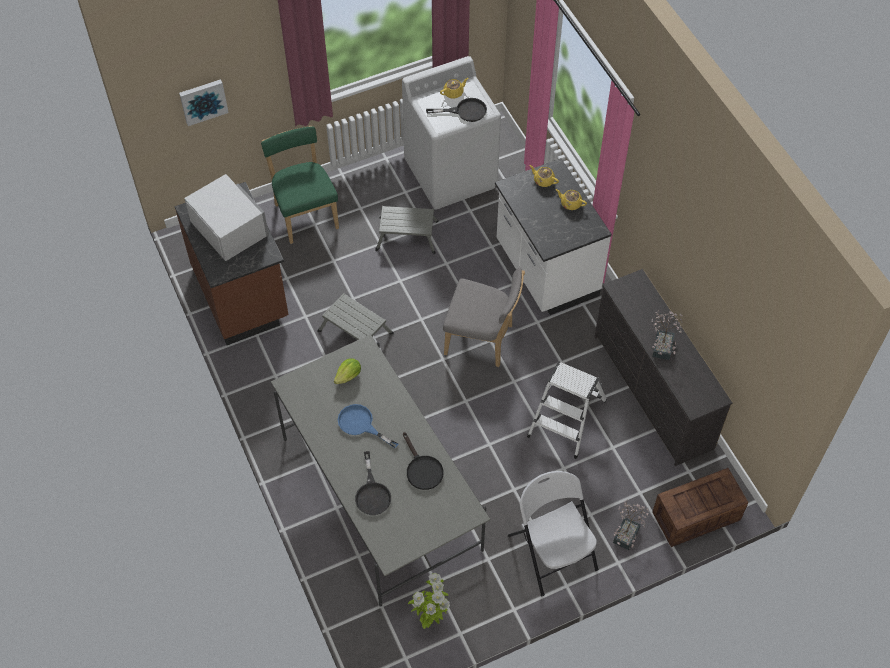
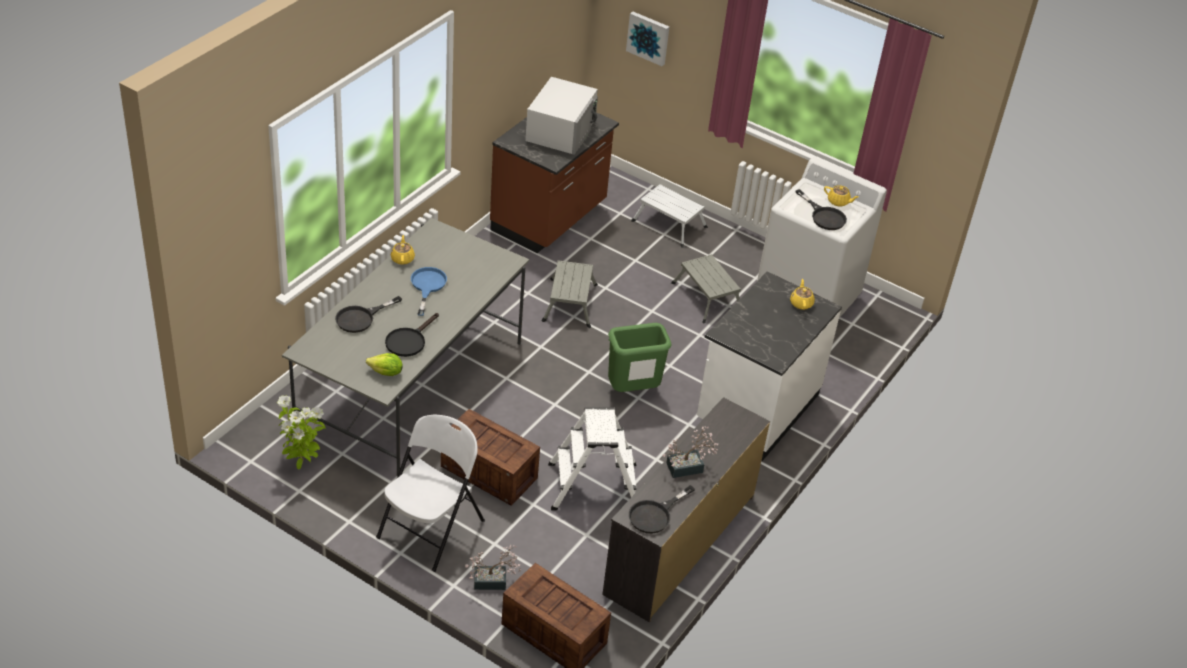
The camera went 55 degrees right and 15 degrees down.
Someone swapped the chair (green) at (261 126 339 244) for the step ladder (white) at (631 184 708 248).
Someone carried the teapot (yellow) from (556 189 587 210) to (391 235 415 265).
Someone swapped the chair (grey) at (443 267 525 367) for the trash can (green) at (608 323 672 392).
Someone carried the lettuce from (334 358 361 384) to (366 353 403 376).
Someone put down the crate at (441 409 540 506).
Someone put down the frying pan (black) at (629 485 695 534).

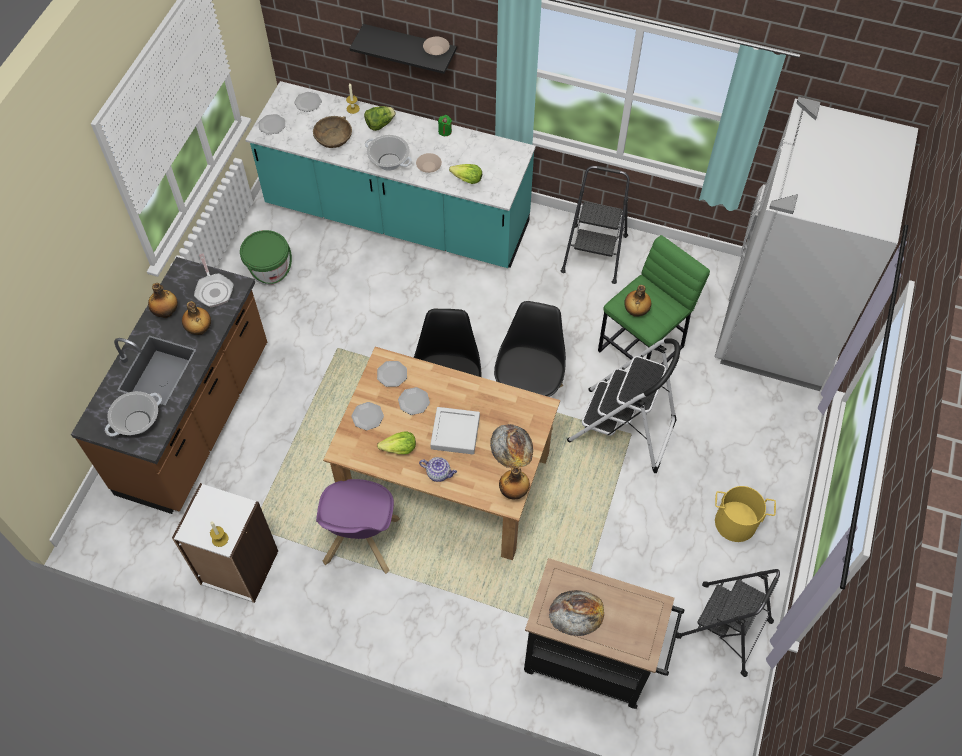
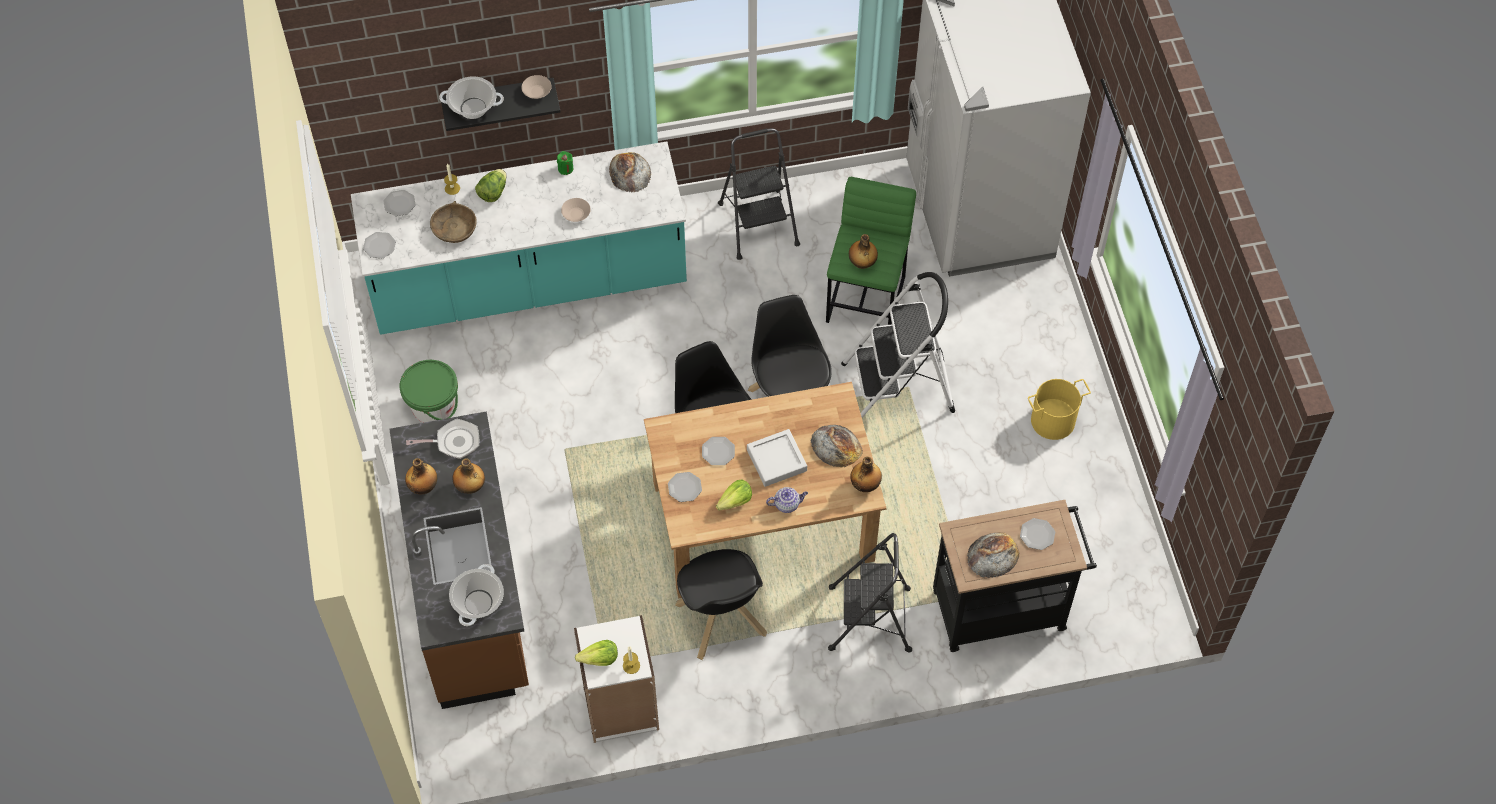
The camera went 30 degrees left and 0 degrees up.
Someone carried the cooking pot from (365 135 412 171) to (439 76 504 119).
Someone carried the lettuce from (449 164 482 184) to (575 640 618 666).
Someone rotated the frying pan at (194 253 234 308) by 45 degrees counterclockwise.
Someone carried the plate from (377 361 407 387) to (1020 518 1055 550).
Someone repainted the chair (purple) at (316 479 400 574), which became the chair (black) at (675 549 767 660).
Someone carried the step ladder (black) from (676 569 780 677) to (828 533 912 653).
Someone put down the bread at (609 152 651 193).

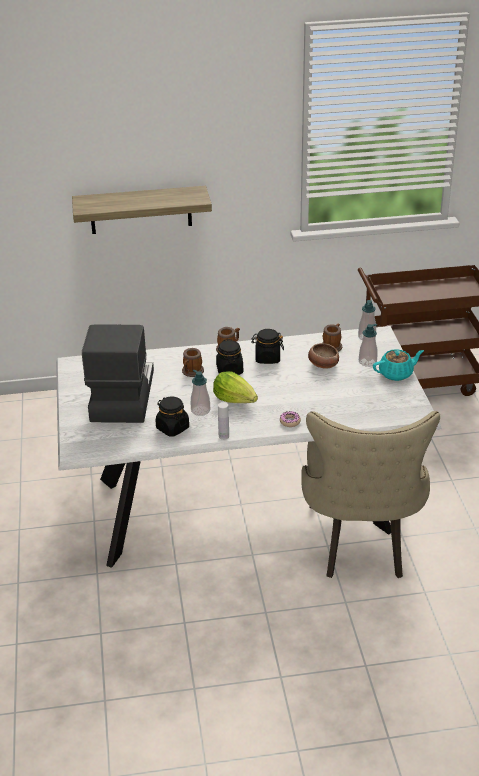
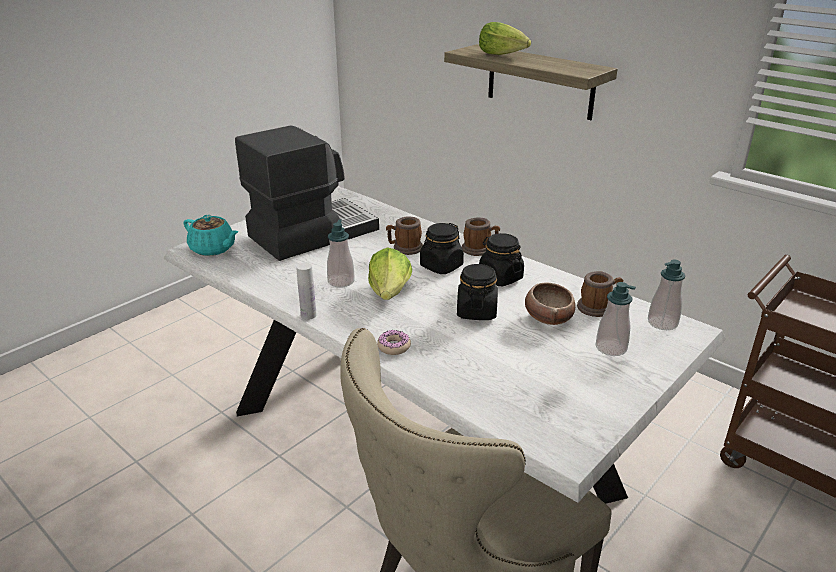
The camera went 50 degrees right and 5 degrees down.
Someone carried the teapot (turquoise) from (373 349 424 381) to (183 215 238 256).
Someone carried the jar (black) from (156 397 189 437) to (457 264 498 320).
Someone put down the lettuce at (479 22 531 55).

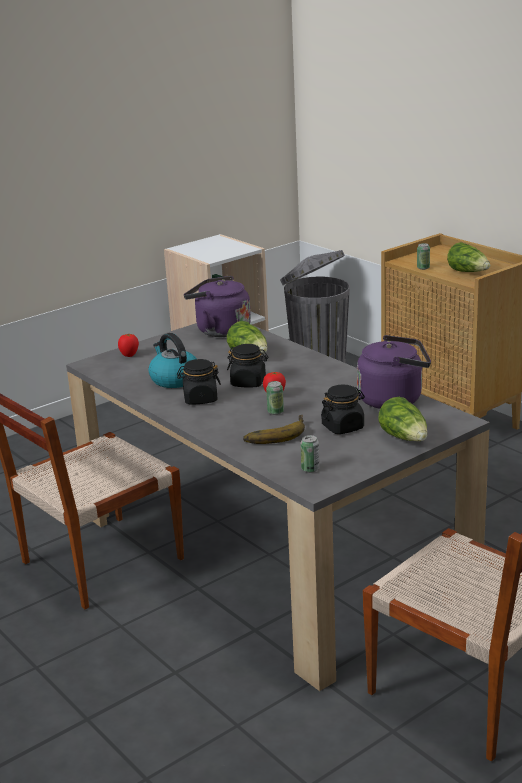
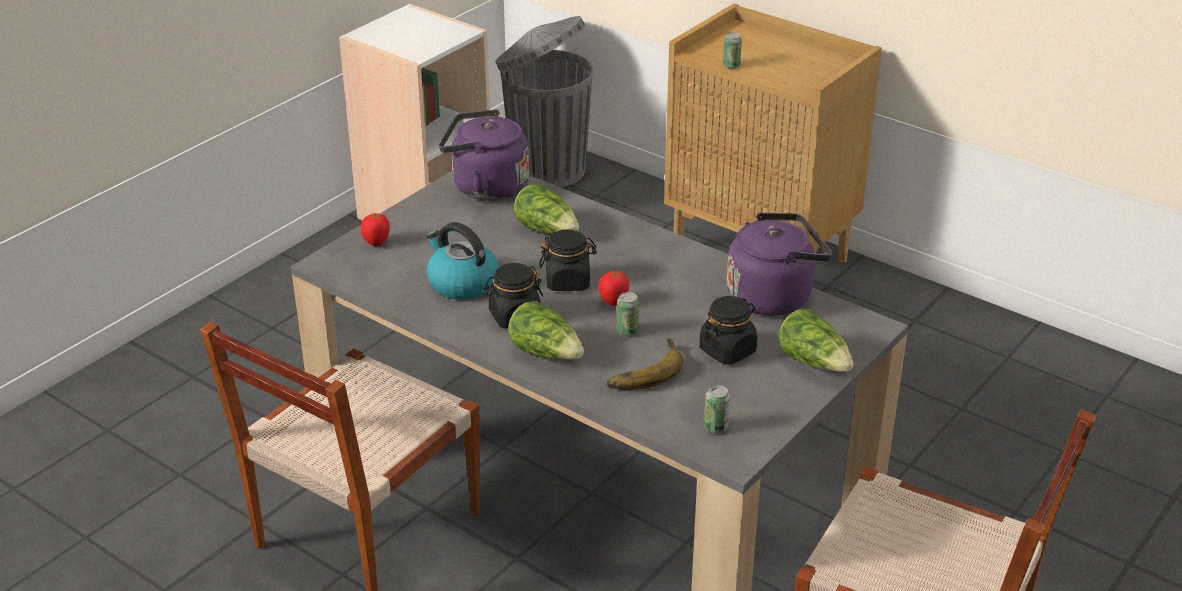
The camera went 15 degrees left and 10 degrees up.
Someone carried the lettuce from (447 242 490 272) to (508 301 584 359).

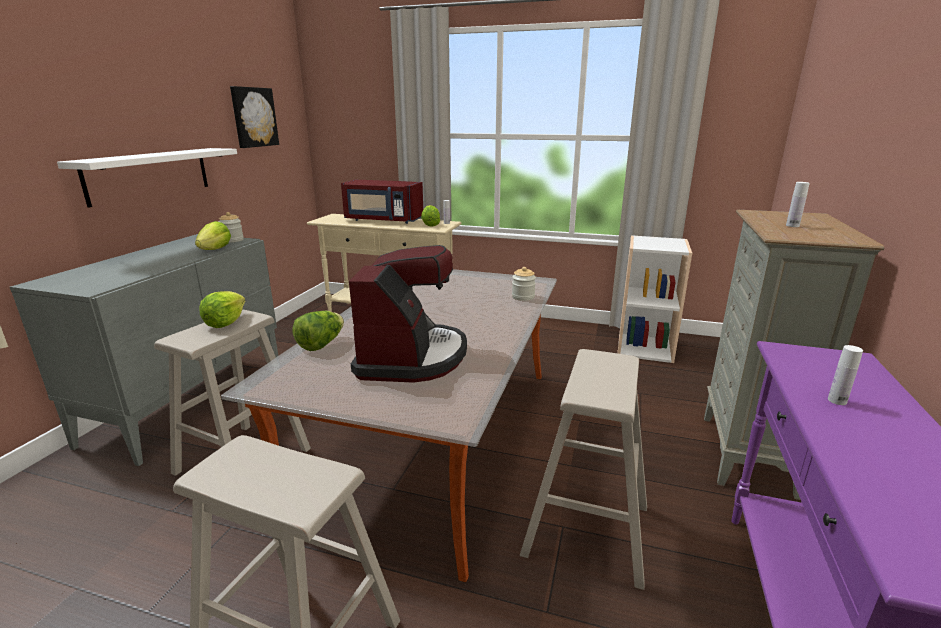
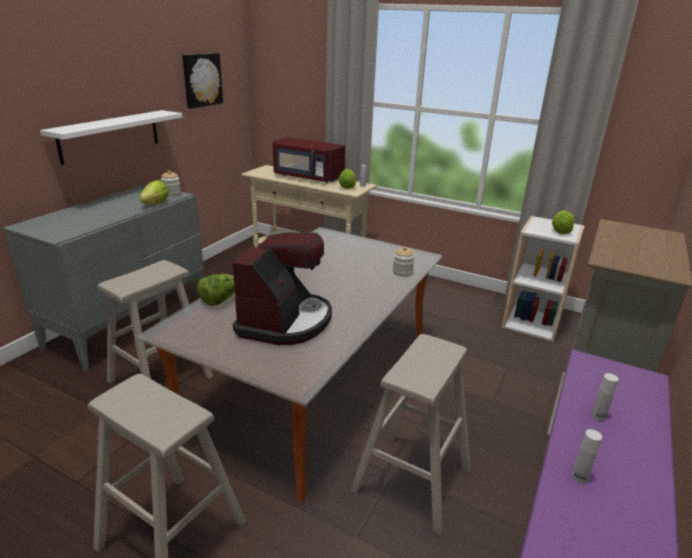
The camera went 10 degrees right and 5 degrees up.
Someone carried the bottle (white) from (786 182 810 227) to (572 429 602 483).
Someone carried the lettuce from (200 291 245 328) to (552 211 574 234).

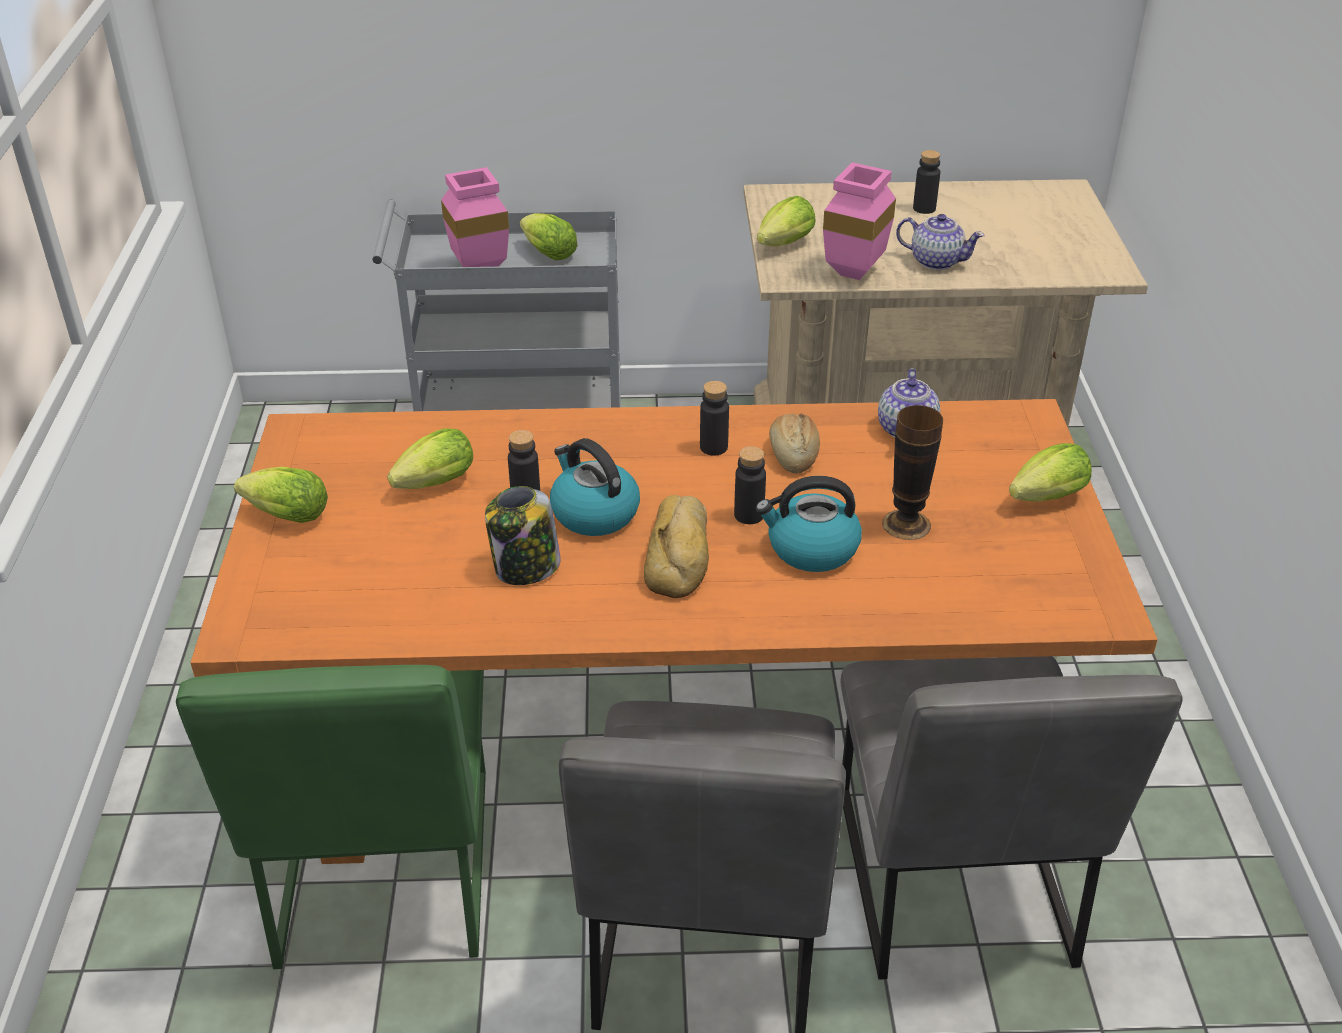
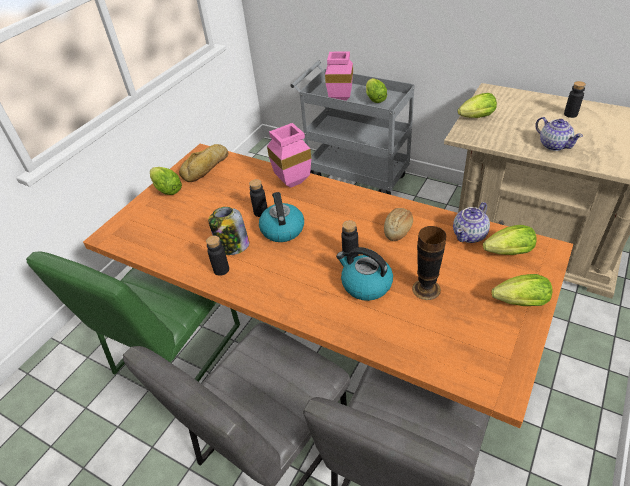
The camera went 35 degrees right and 5 degrees up.
Someone carried the vase (pink) from (823 162 896 280) to (267 123 311 188).
Someone carried the bottle (black) from (700 381 729 455) to (206 236 229 276).
Someone carried the lettuce from (387 428 473 489) to (483 225 537 255).
Someone carried the bread from (644 495 709 598) to (179 144 228 182).

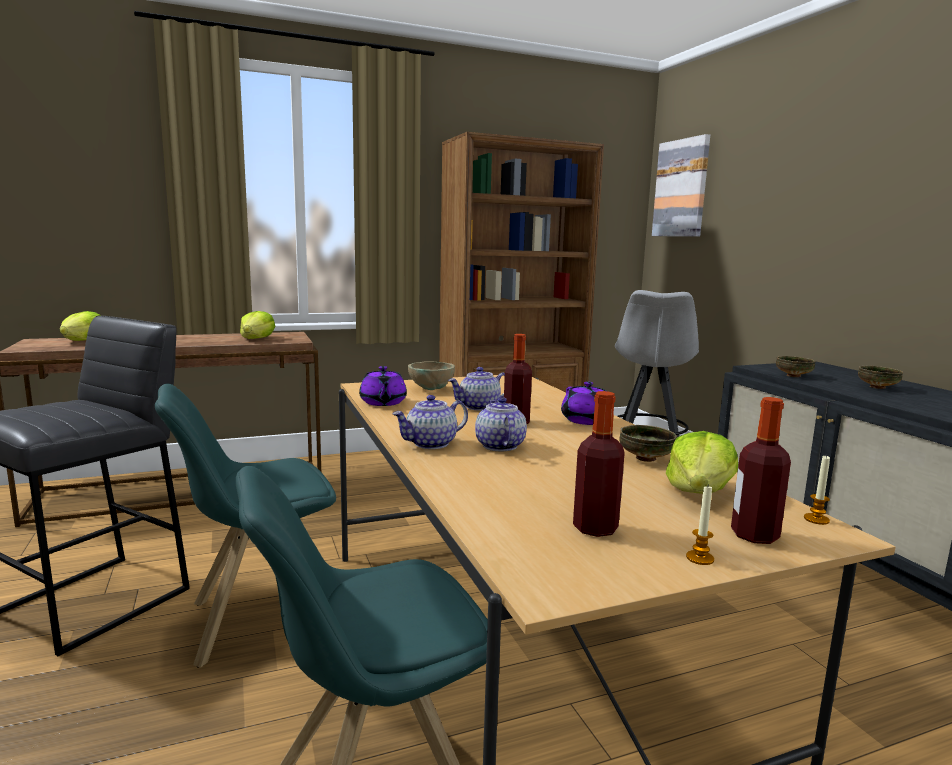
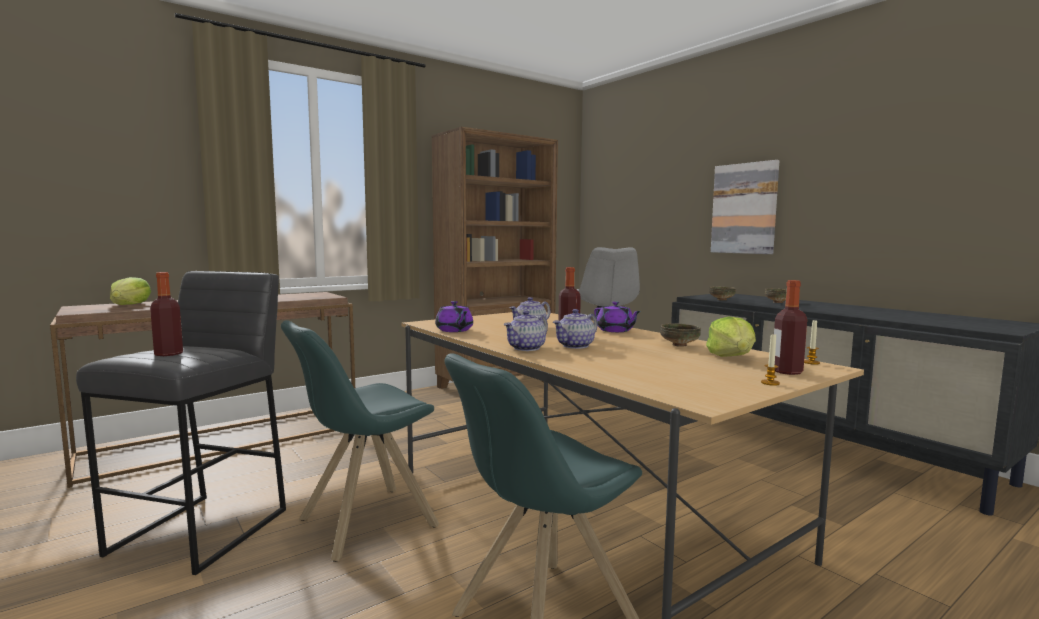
The camera went 15 degrees left and 5 degrees down.
Someone carried the picture from (652 134 710 237) to (711 160 779 254).
Someone took away the lettuce at (240 311 275 339).
Someone took away the bowl (beige) at (408 361 455 390).
Someone carried the bottle from (573 391 625 537) to (150 272 183 356).
Someone rotated the teapot at (475 397 527 451) by 105 degrees counterclockwise.

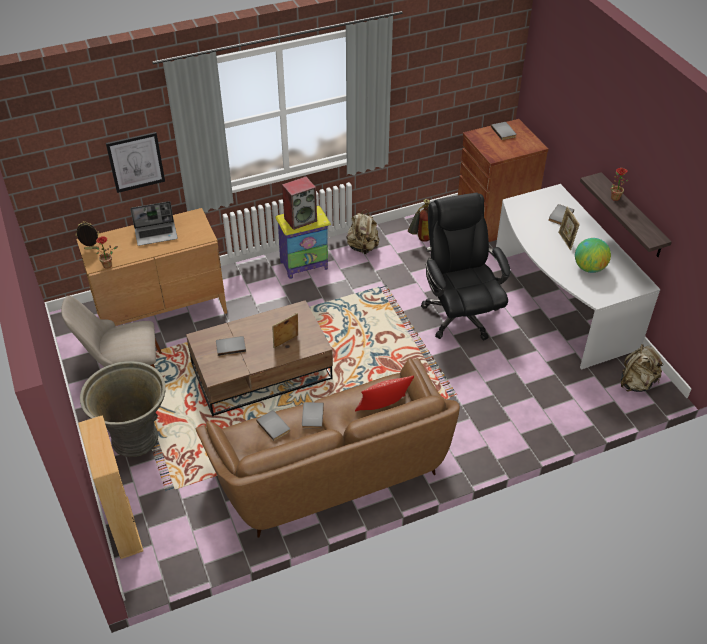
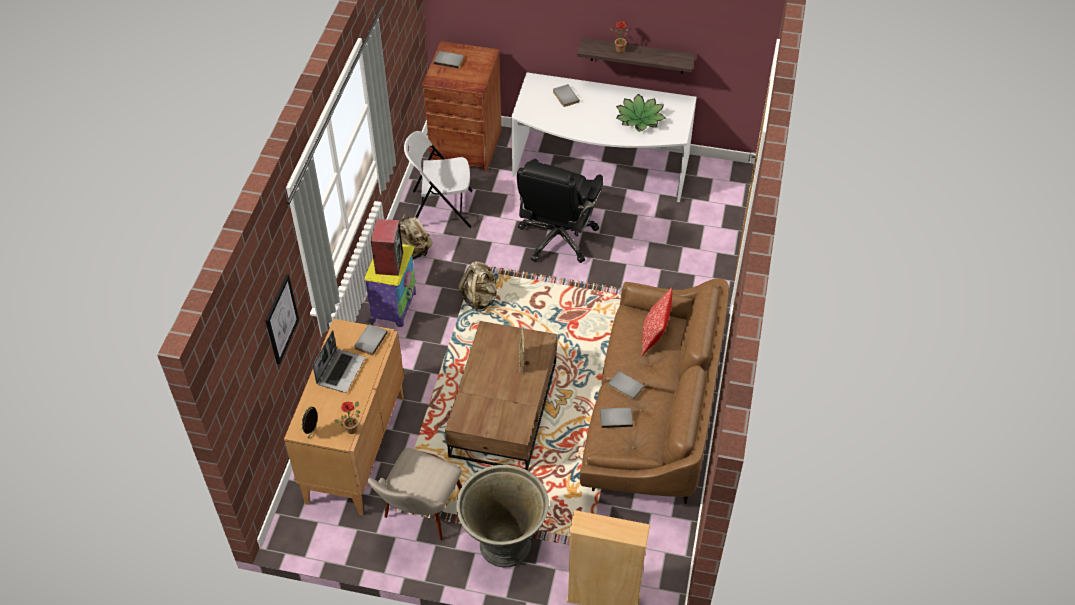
The camera went 55 degrees left and 5 degrees up.
Someone rotated the office chair (black) at (421 193 510 340) by 90 degrees counterclockwise.
Someone swapped the fire extinguisher at (408 199 430 242) for the chair (white) at (404 131 472 228).
Someone took away the picture frame at (558 207 580 250).
Someone swapped the globe at (575 238 611 273) for the potted plant at (616 94 666 132).
Someone carried the book (grey) from (216 336 246 356) to (354 324 388 356).
Someone carried the backpack (beige) from (621 344 664 392) to (458 261 497 311).

